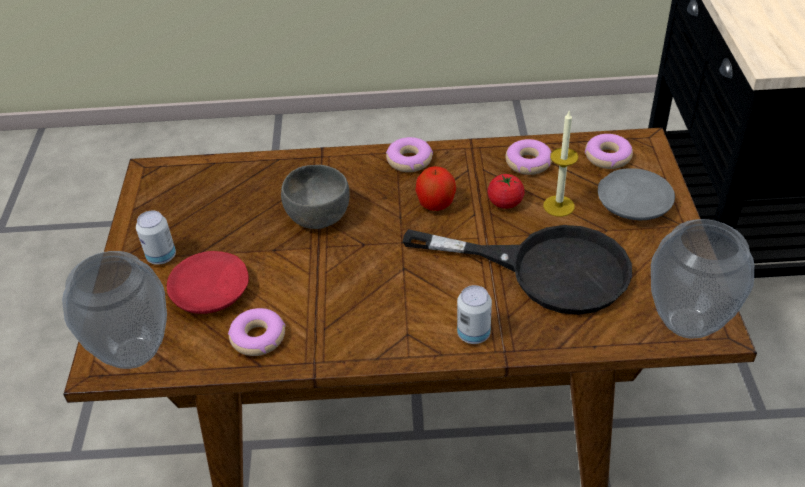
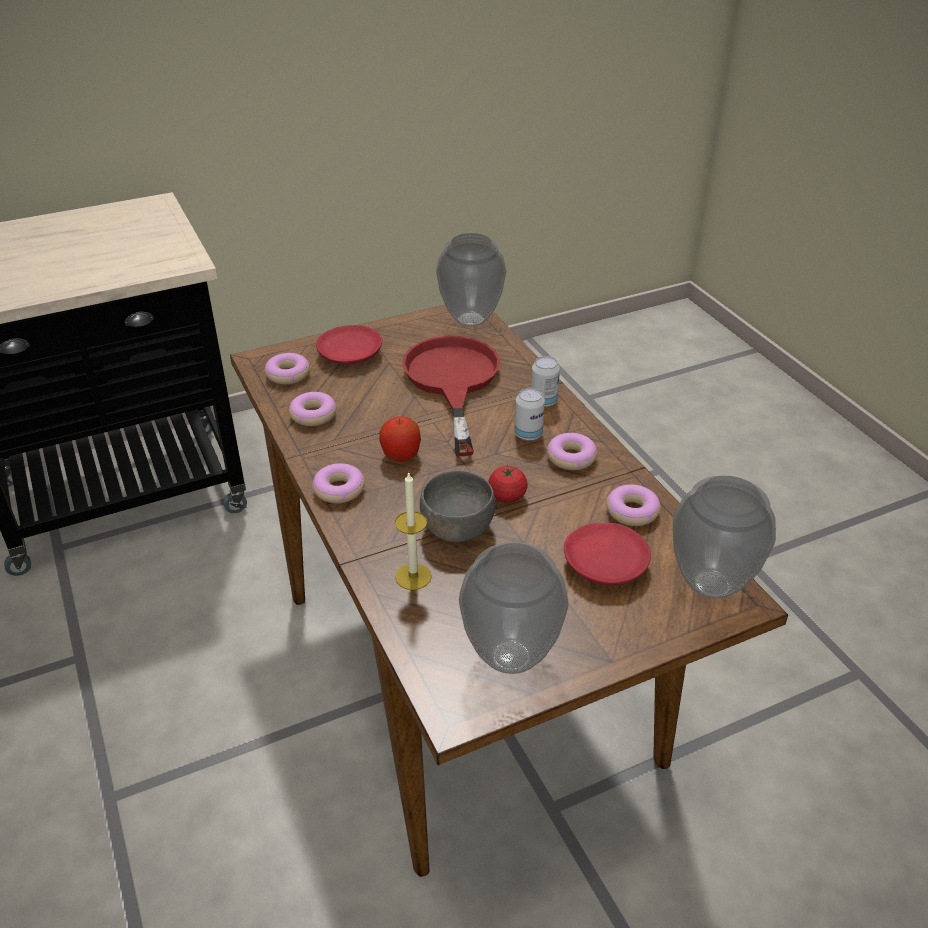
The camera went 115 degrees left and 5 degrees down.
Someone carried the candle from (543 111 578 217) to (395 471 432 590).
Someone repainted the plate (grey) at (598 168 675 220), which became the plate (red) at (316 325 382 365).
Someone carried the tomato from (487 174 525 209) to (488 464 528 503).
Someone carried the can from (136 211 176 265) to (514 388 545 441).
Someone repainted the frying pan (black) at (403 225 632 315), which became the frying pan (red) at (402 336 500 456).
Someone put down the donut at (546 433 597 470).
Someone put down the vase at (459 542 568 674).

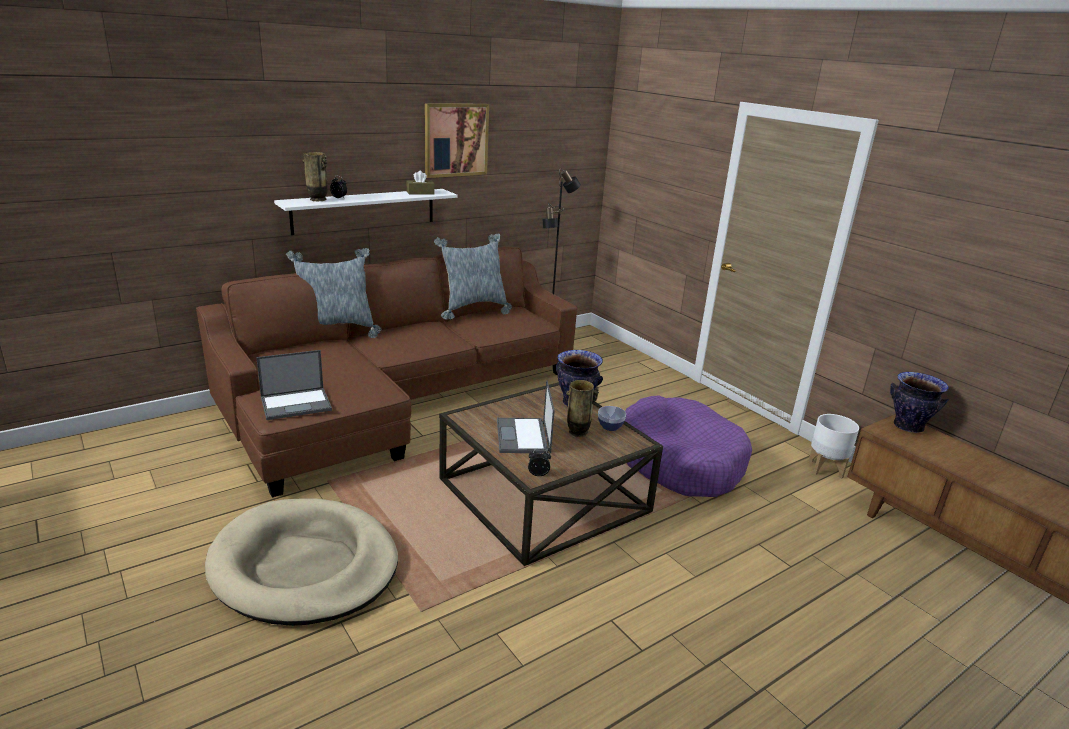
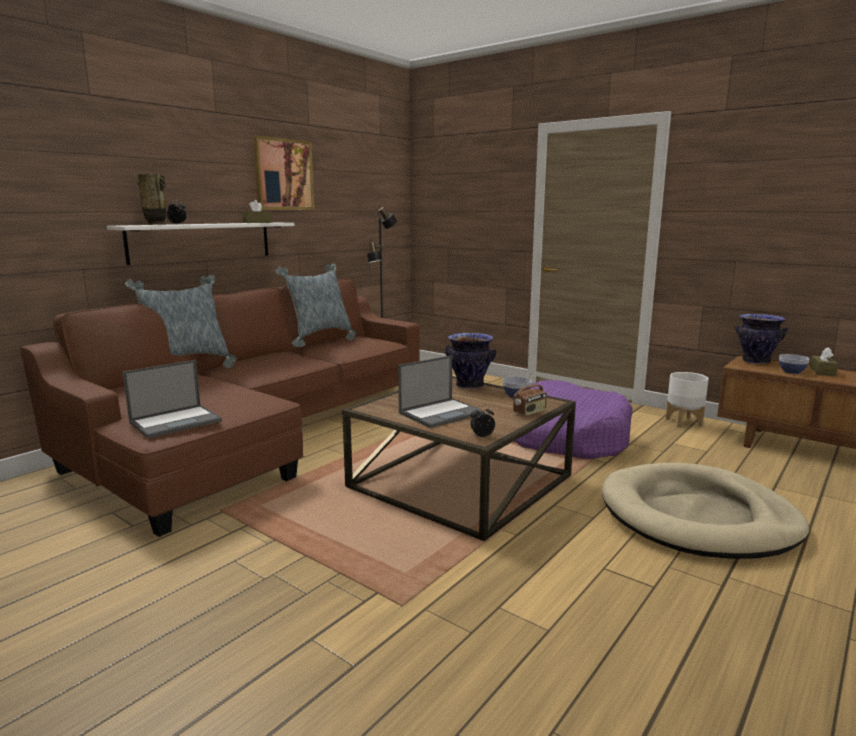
The camera went 15 degrees left and 10 degrees down.
Someone rotated the laptop at (497 380 555 453) by 105 degrees counterclockwise.
Someone took away the vase at (566 380 599 437).
Someone carried the dog bed (beige) from (205 498 398 626) to (602 463 809 559).
Someone put down the tissue box (brown) at (810 347 838 376).
Someone put down the bowl at (779 354 809 374).
Someone put down the radio at (513 374 547 416).

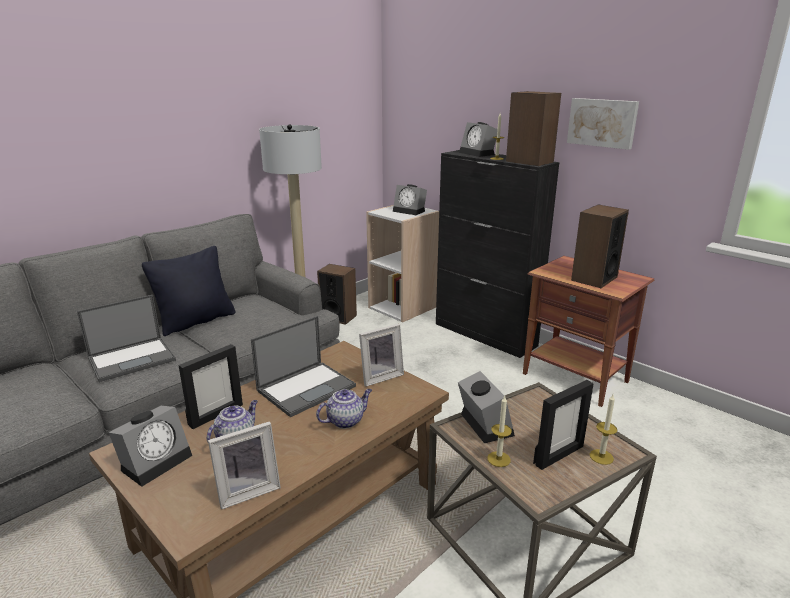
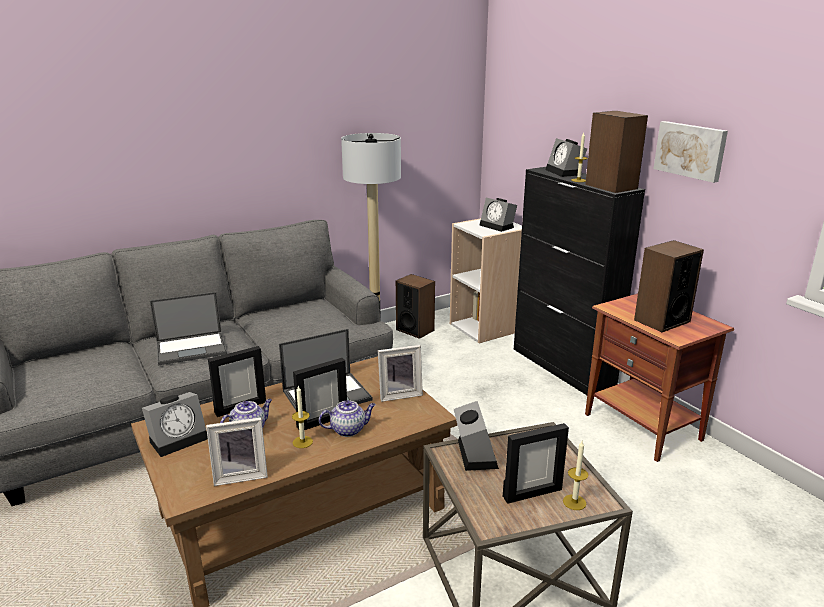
The camera went 15 degrees right and 0 degrees up.
Someone took away the pillow (black) at (142 246 236 336).
Someone carried the candle from (487 396 512 467) to (292 386 313 448).
Someone put down the picture frame at (293 358 347 430).

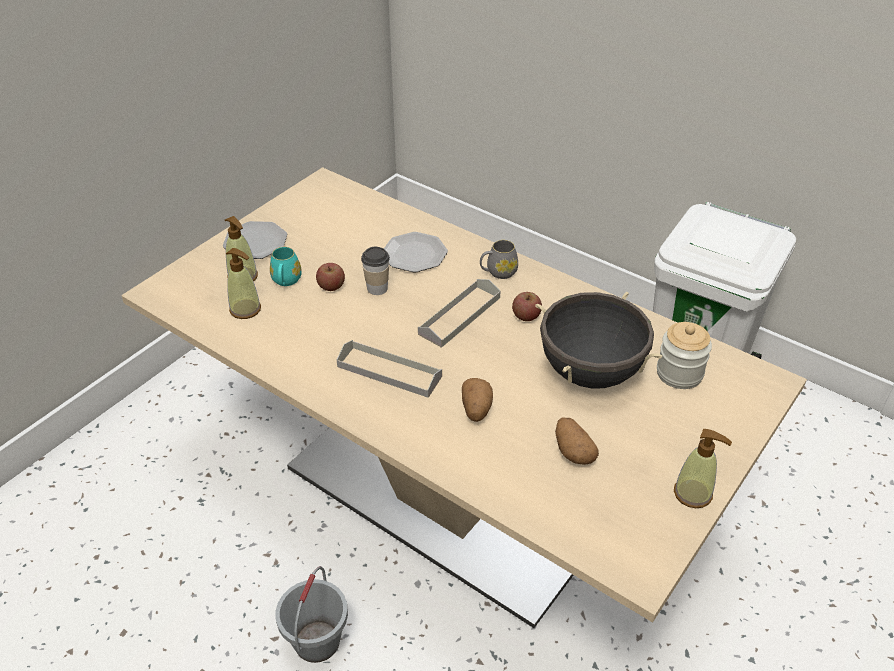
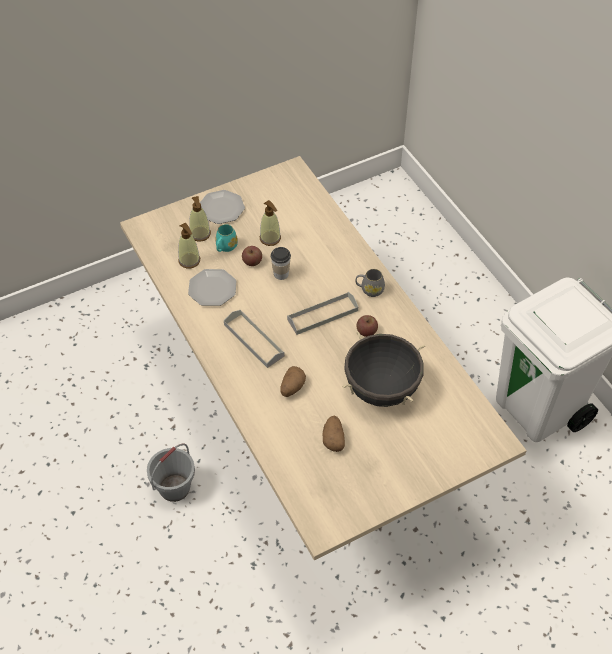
The camera went 25 degrees right and 10 degrees up.
Someone carried the plate from (384 232 448 272) to (188 269 236 306).
Someone took away the jar at (657 322 712 389).
Someone carried the soap dispenser from (674 429 732 508) to (260 200 281 246).

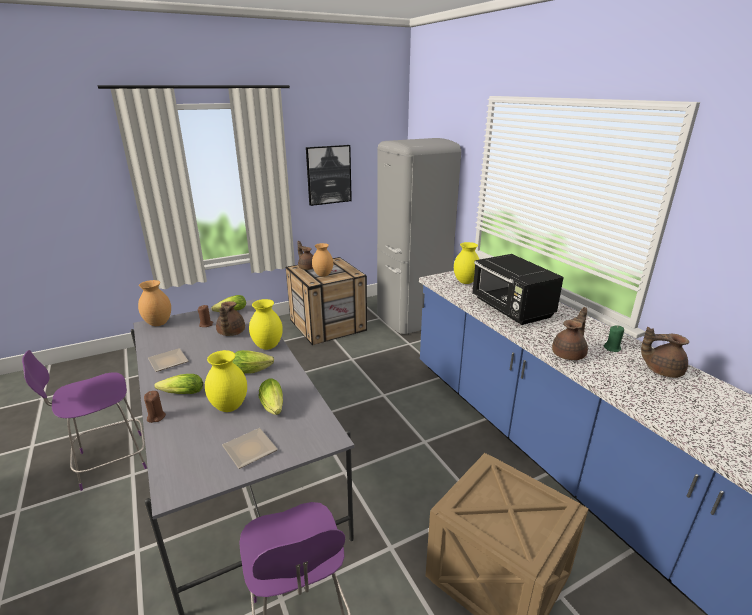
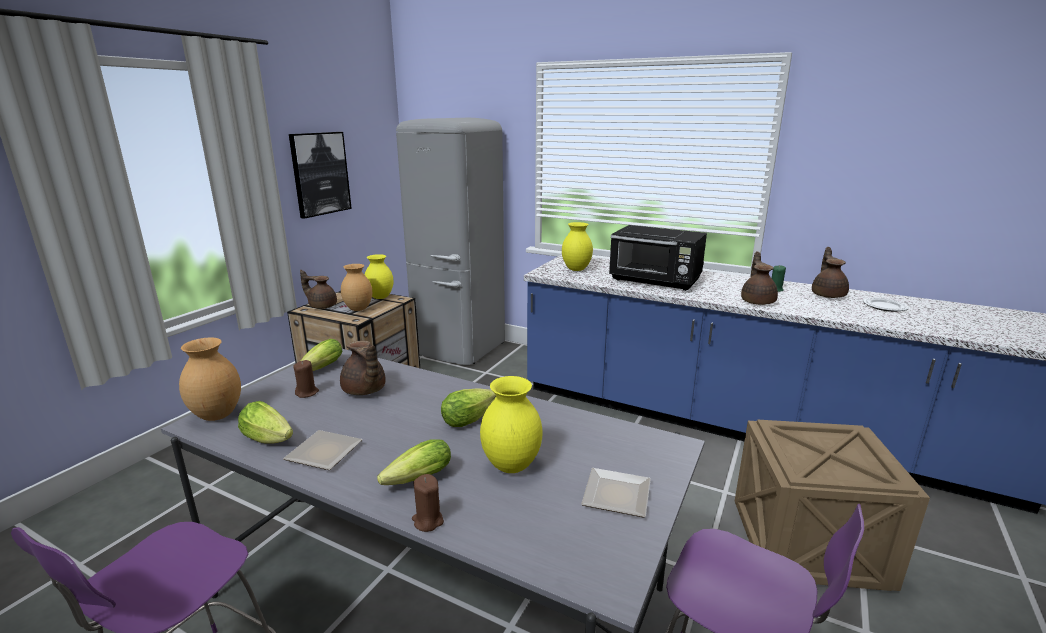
The camera went 35 degrees left and 5 degrees down.
Someone carried the vase (yellow) from (249 299 283 350) to (365 254 394 299).
Someone rotated the teapot (brown) at (641 326 689 378) by 120 degrees clockwise.
Someone carried the lettuce from (258 379 283 415) to (238 401 293 444).
Someone put down the plate at (863 298 909 312).

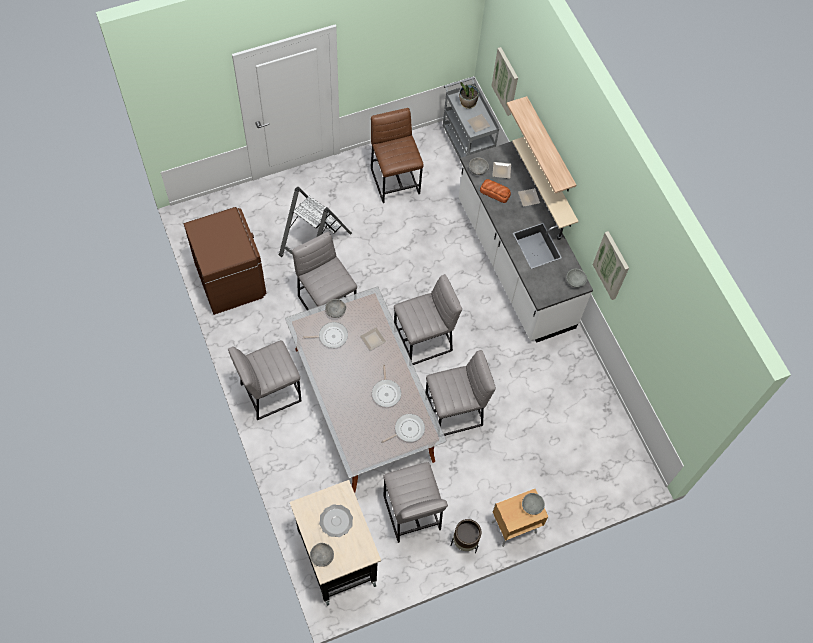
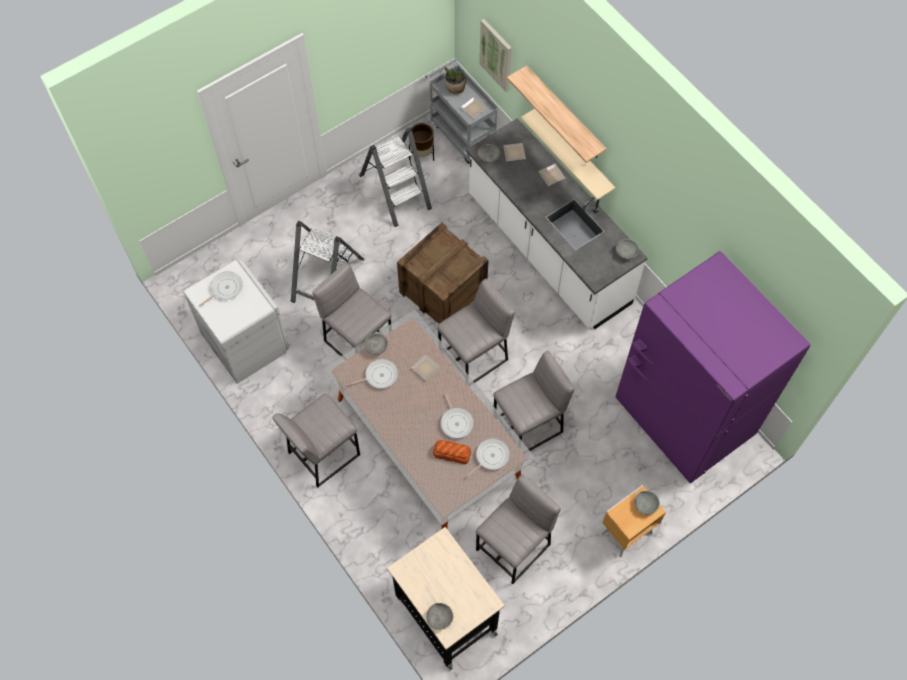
The camera went 10 degrees left and 0 degrees up.
Someone swapped the chair (brown) at (371 108 424 203) for the step ladder (grey) at (359 127 432 227).
Someone carried the bread from (480 179 511 203) to (433 440 471 464).
Someone repainted the washing machine (brown) at (184 207 266 315), which became the washing machine (white) at (183 260 289 384).
Someone took away the picture at (593 231 629 300).
Someone rotated the chair (grey) at (383 462 448 543) by 105 degrees counterclockwise.
Someone took away the plate at (319 504 353 537).
Someone carried the planter (brown) from (451 519 481 553) to (409 123 434 161).
Someone put down the crate at (397 222 488 324).
Someone put down the fridge (purple) at (616 251 810 483).
Someone put down the frying pan at (199 271 243 307).

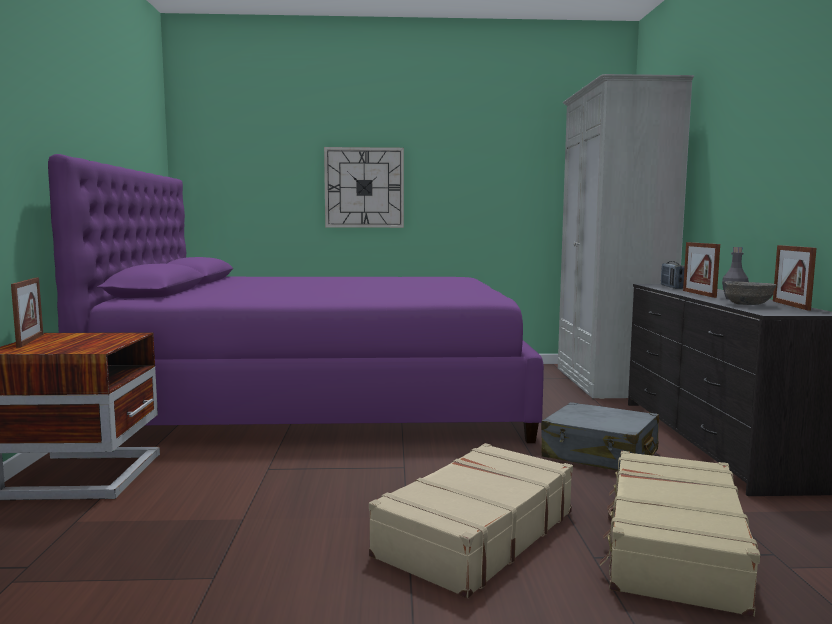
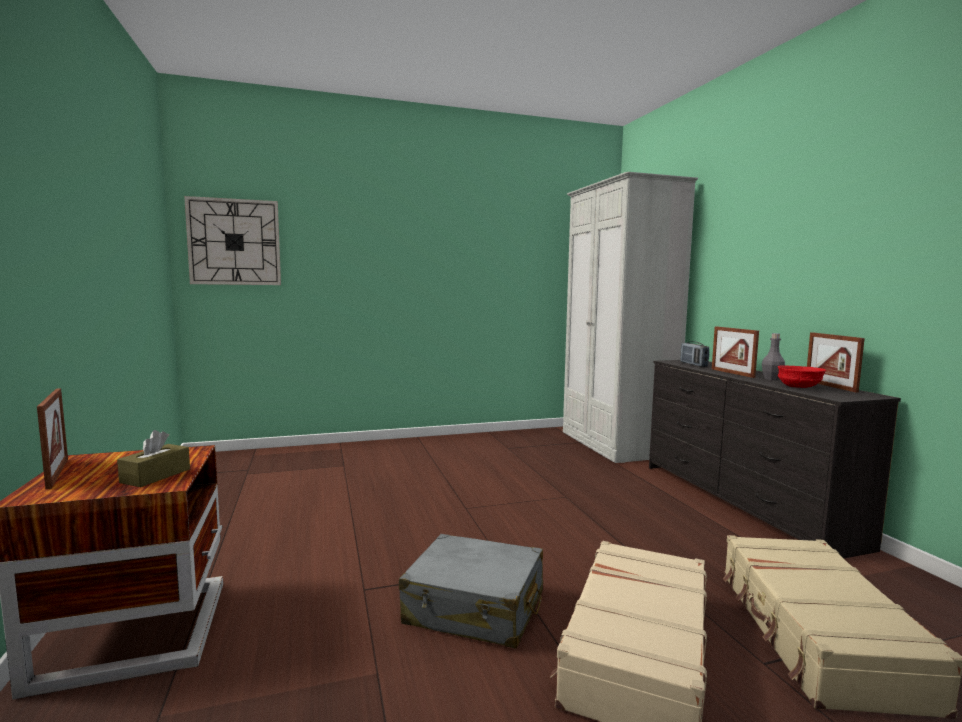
The camera went 15 degrees left and 0 degrees up.
Someone carried the wall clock from (324 147 404 228) to (184 196 281 285).
Someone took away the bed (purple) at (48 154 544 443).
Someone repainted the bowl (grey) at (724 281 777 305), which became the bowl (red) at (778 365 826 388).
Someone carried the suitcase (grey) from (541 402 659 471) to (399 534 543 649).
Someone put down the tissue box (brown) at (117 430 190 487).

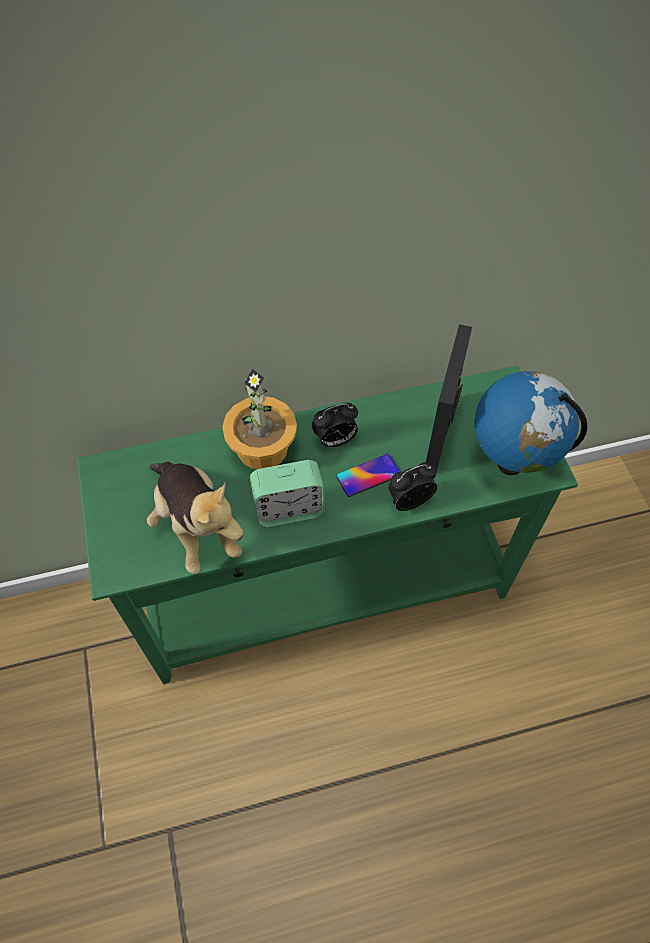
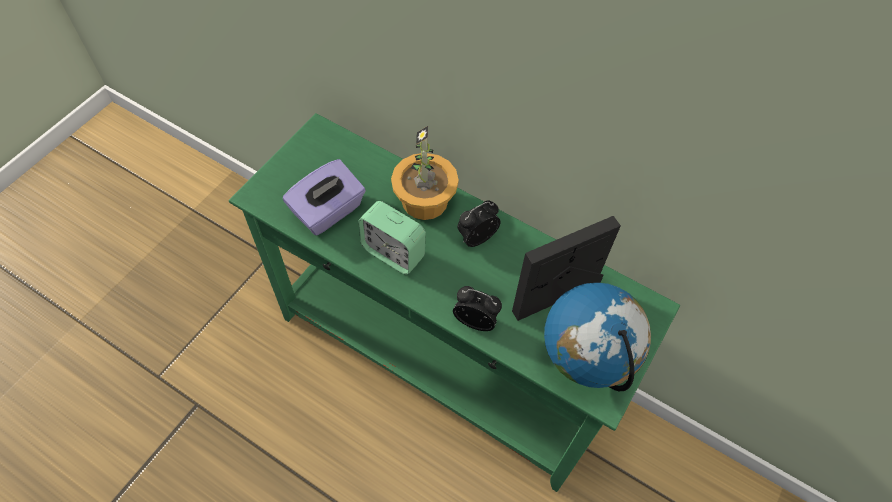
The camera went 45 degrees right and 0 degrees up.
Someone rotated the alarm clock at (312 403 358 447) by 120 degrees clockwise.
Someone took away the phone at (336 454 400 497).
Someone swapped the plush toy at (147 462 243 574) for the tissue box (purple) at (283 159 366 236).

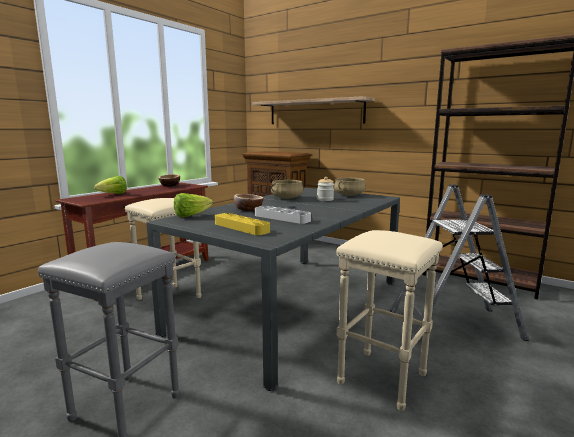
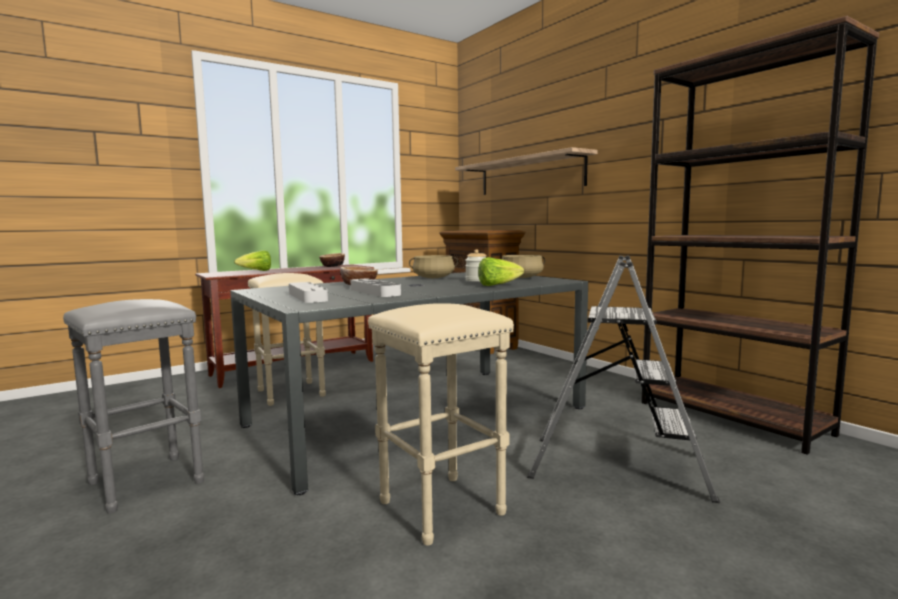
The camera went 20 degrees right and 5 degrees down.
Someone carried the lettuce from (174 193 213 217) to (478 257 524 286).
Someone repainted the tray (yellow) at (215 213 270 235), which became the tray (grey) at (289 282 328 303).

